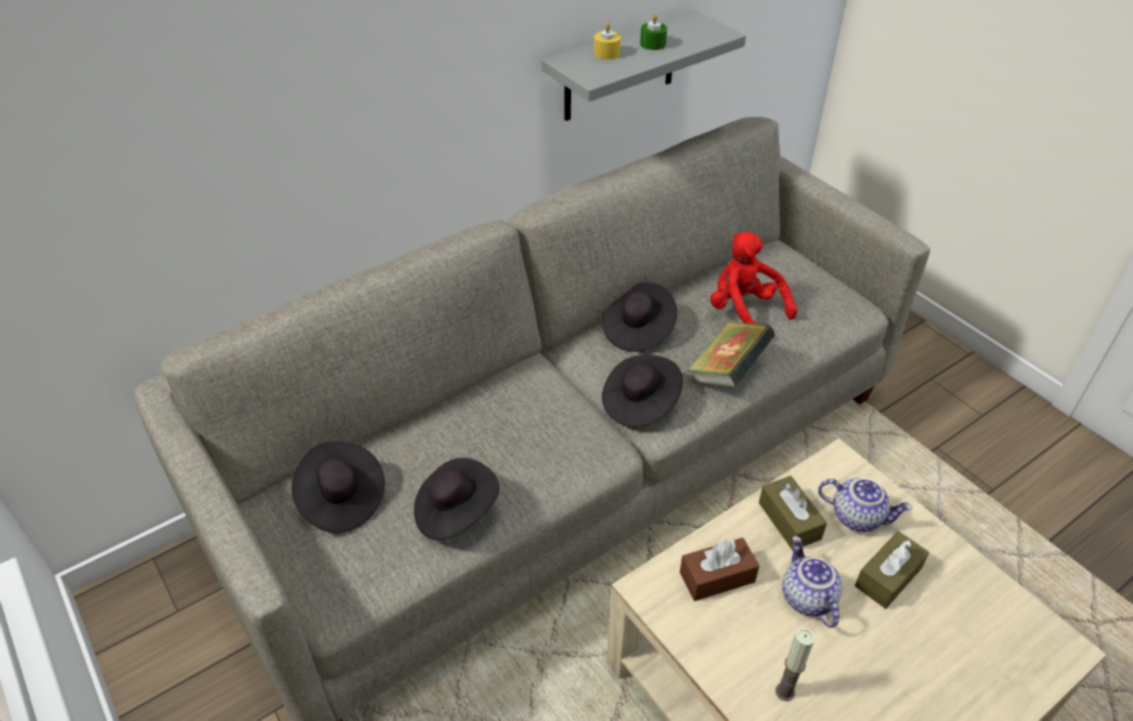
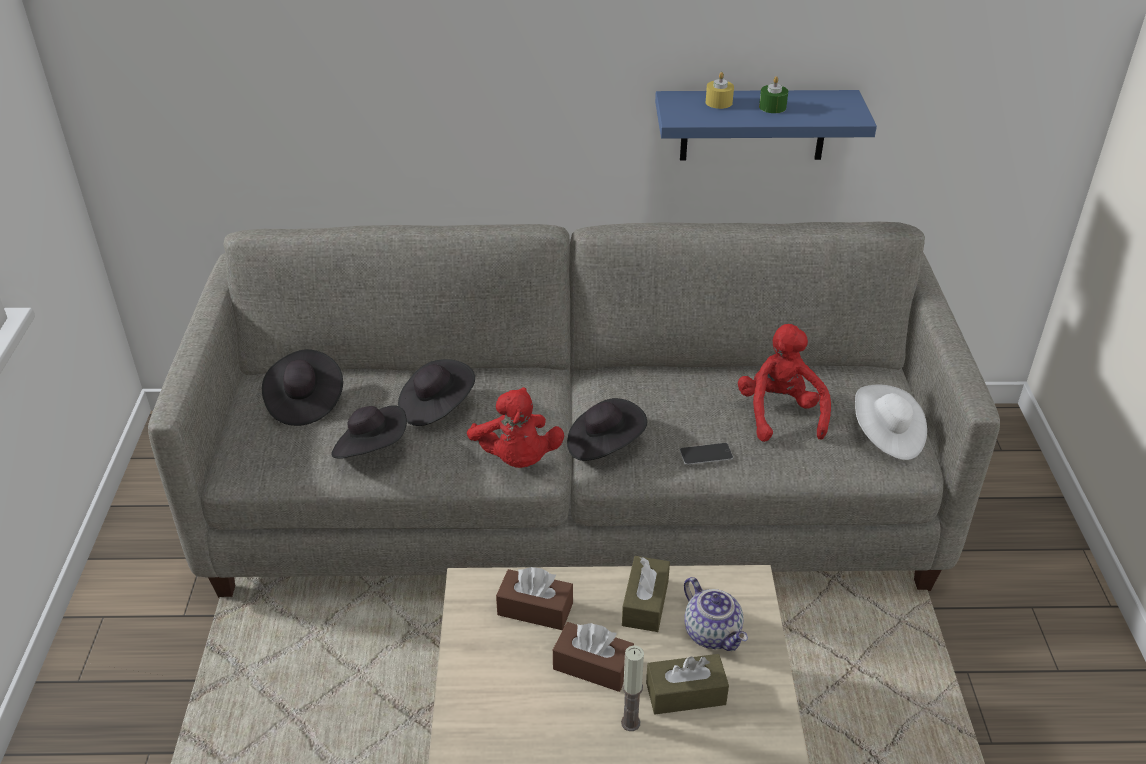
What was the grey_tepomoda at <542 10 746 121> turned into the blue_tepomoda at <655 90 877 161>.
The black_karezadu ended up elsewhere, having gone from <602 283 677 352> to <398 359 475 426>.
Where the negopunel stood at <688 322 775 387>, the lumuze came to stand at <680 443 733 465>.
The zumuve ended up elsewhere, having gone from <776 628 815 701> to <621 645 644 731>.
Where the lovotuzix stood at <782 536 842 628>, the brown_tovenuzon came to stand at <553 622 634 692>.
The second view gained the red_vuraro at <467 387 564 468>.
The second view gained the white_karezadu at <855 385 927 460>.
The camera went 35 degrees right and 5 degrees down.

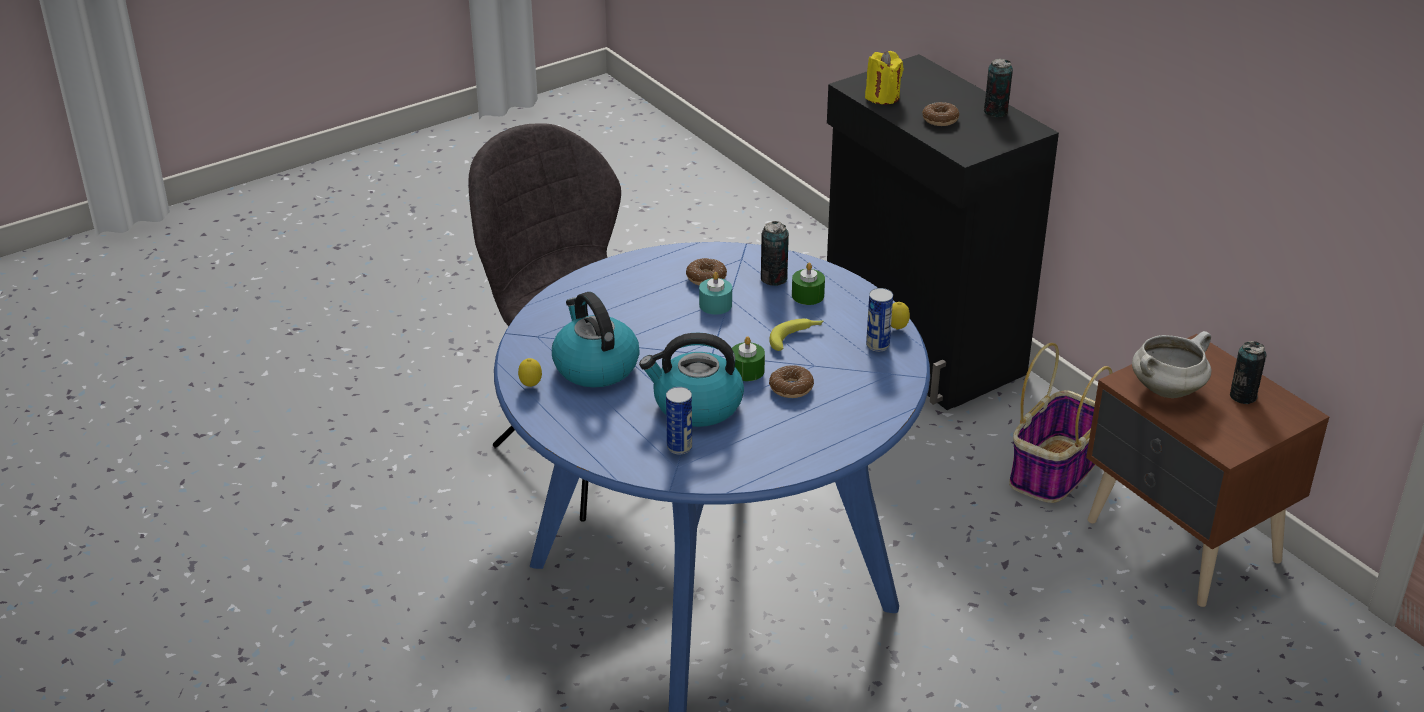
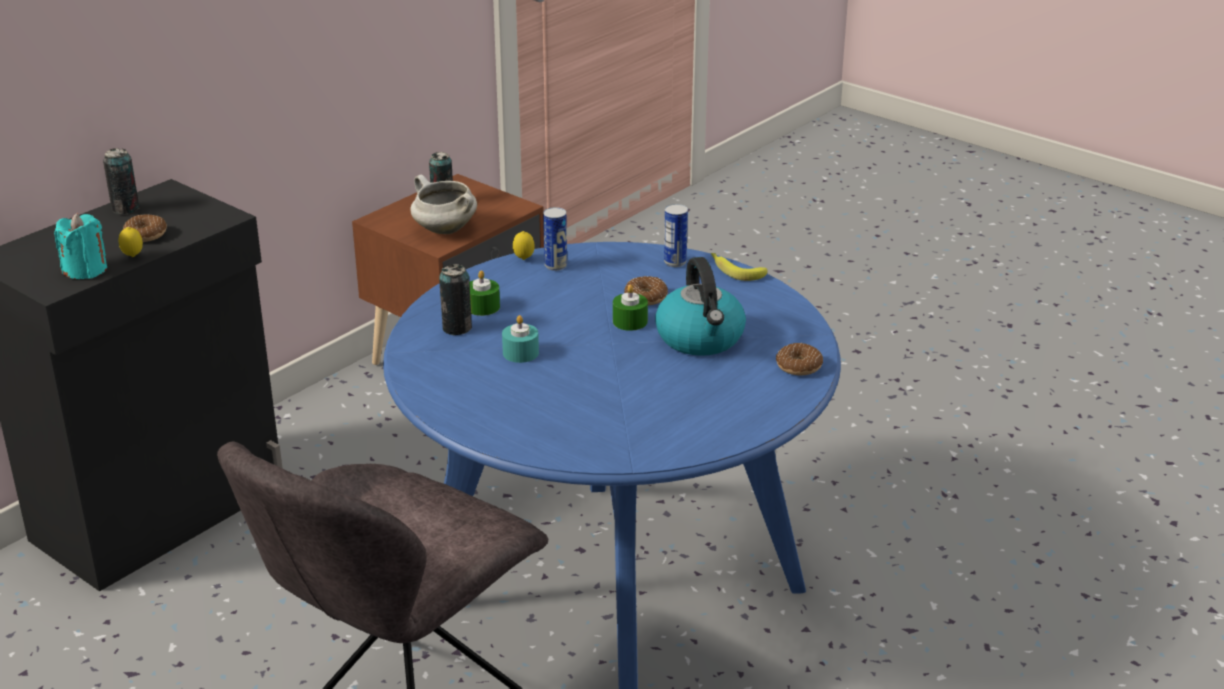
The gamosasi ended up elsewhere, having gone from <518 358 542 387> to <118 227 143 257>.
The second view lost the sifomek at <552 292 640 387>.
The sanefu ended up elsewhere, having gone from <666 387 692 454> to <664 204 688 267>.
The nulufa ended up elsewhere, having gone from <686 258 727 286> to <776 343 823 376>.
The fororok ended up elsewhere, having gone from <769 319 823 351> to <711 253 768 281>.
What was the yellow_zumuve at <865 51 904 105> turned into the turquoise_zumuve at <54 213 107 279>.
The second view lost the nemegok at <1009 343 1112 503>.
The camera went 105 degrees left and 5 degrees down.

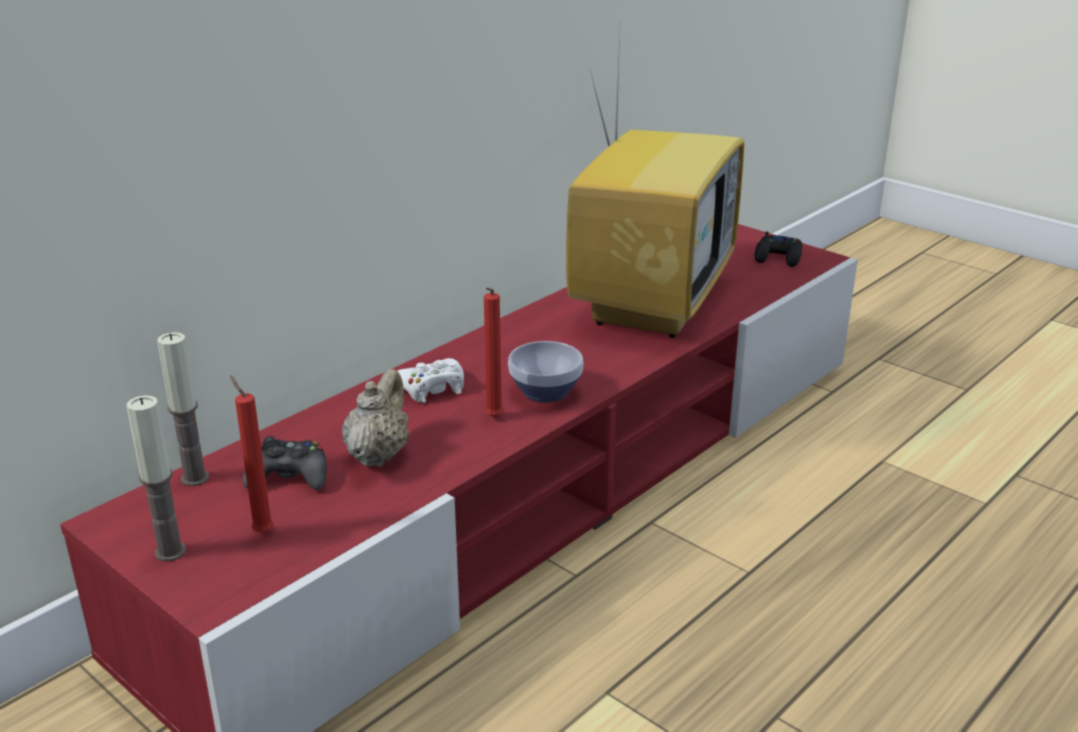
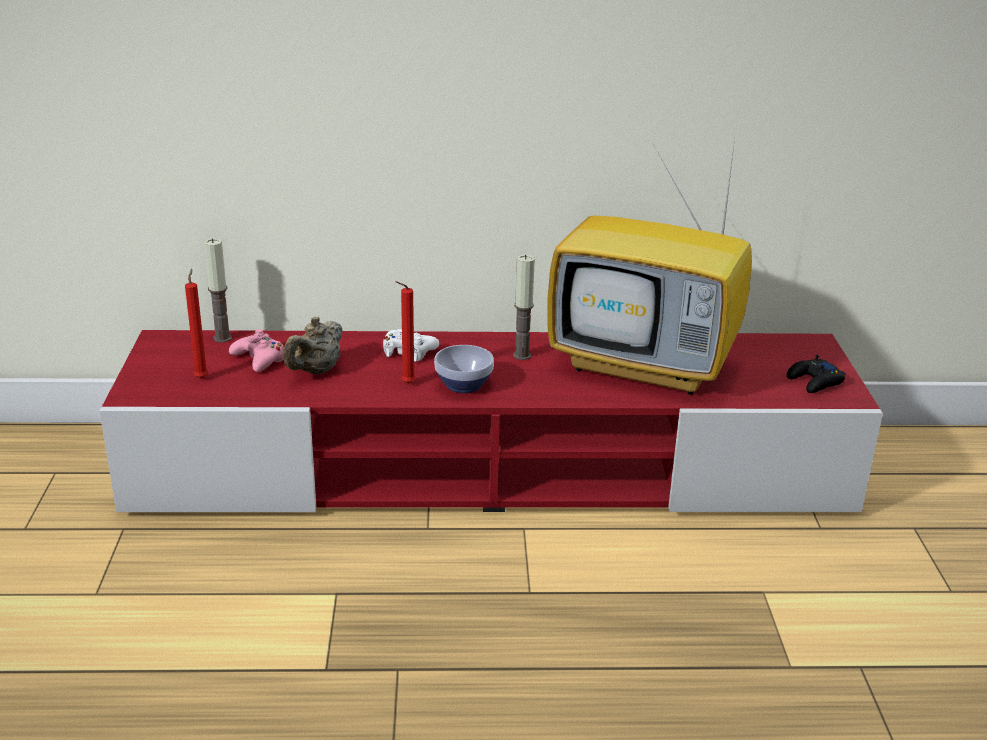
The zumuve ended up elsewhere, having gone from <126 395 186 561> to <513 255 535 360>.
What was the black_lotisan at <243 436 327 490> turned into the pink_lotisan at <229 329 284 372>.
The beige_lovotuzix at <342 369 410 467> ended up facing another way, 150 degrees clockwise from before.
The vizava at <566 29 744 338> ended up facing another way, 45 degrees clockwise from before.
The camera went 45 degrees right and 0 degrees up.

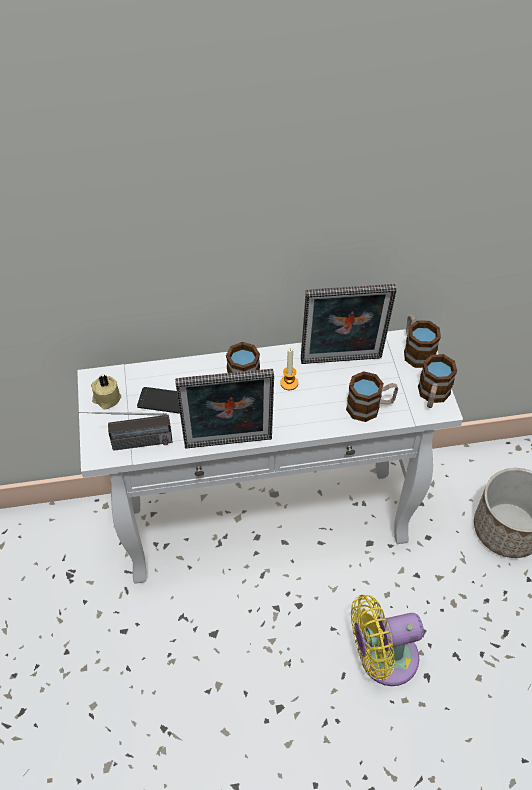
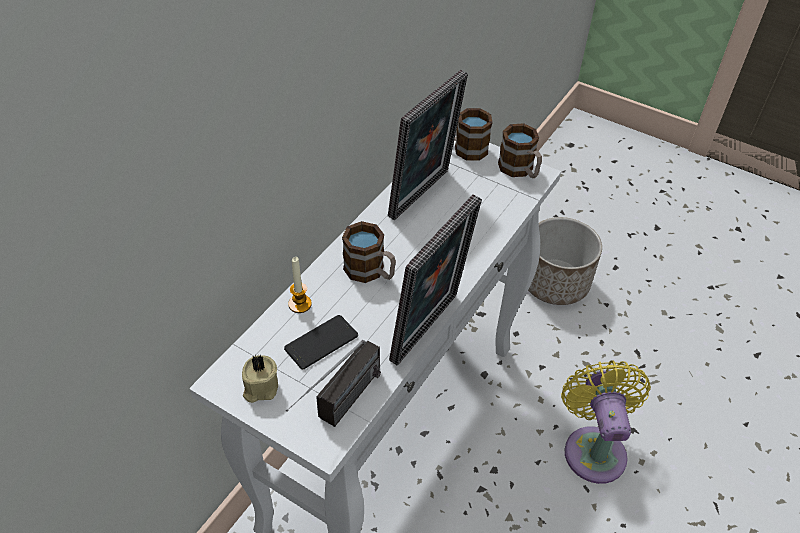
The zumuve ended up elsewhere, having gone from <280 348 298 390> to <288 257 312 313>.
The second view lost the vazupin at <346 371 398 422>.
The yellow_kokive at <351 594 424 686> ended up facing another way, 150 degrees clockwise from before.
The camera went 50 degrees left and 5 degrees down.

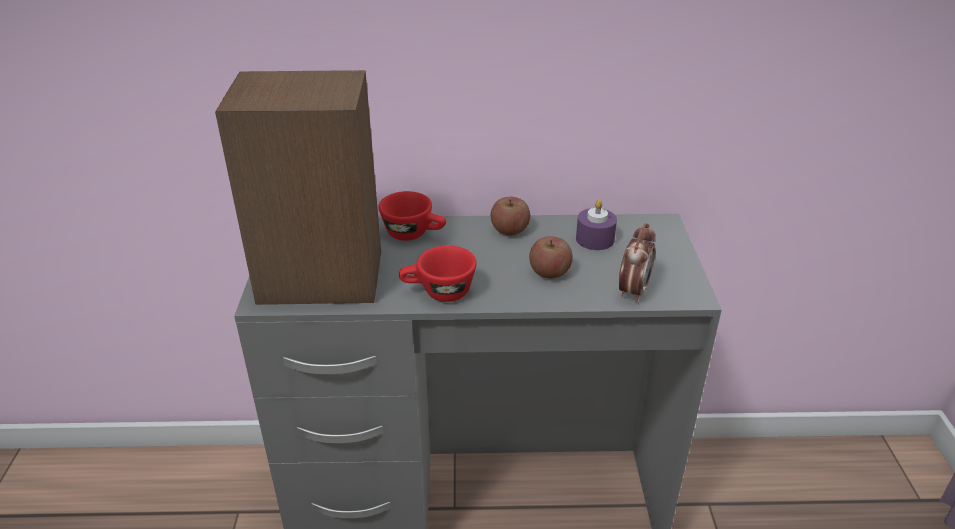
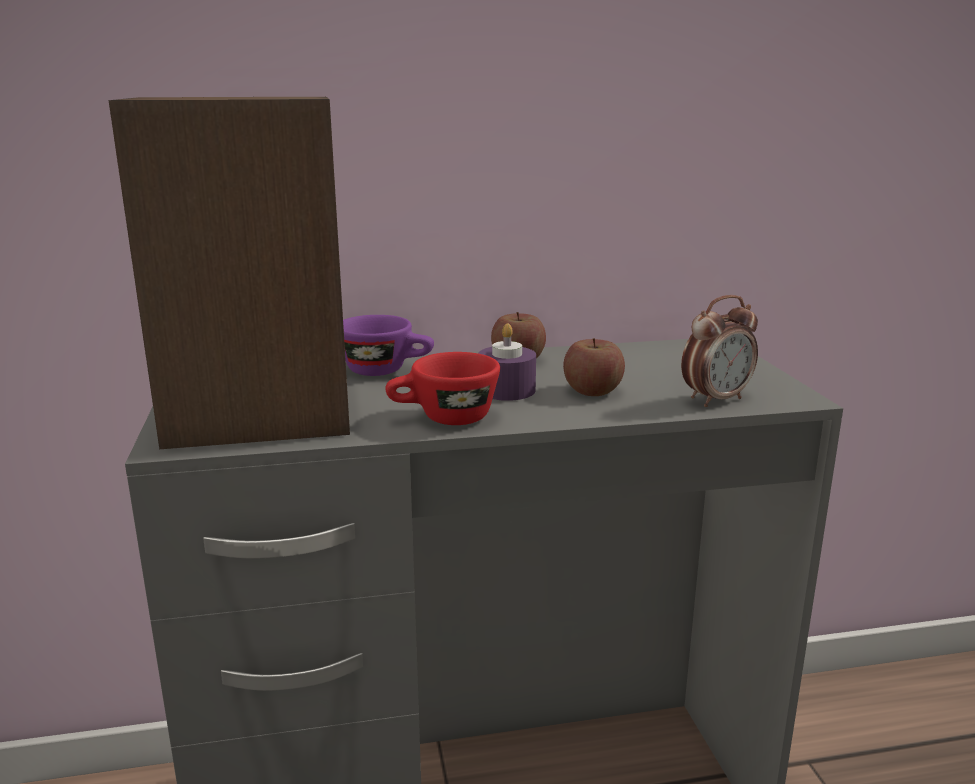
What was the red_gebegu at <379 191 446 241> turned into the purple_gebegu at <343 315 434 376>.
The purple_zumuve ended up elsewhere, having gone from <576 200 617 250> to <478 323 536 401>.
The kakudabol at <619 223 656 303> ended up facing another way, 45 degrees clockwise from before.
The camera went 10 degrees left and 15 degrees down.

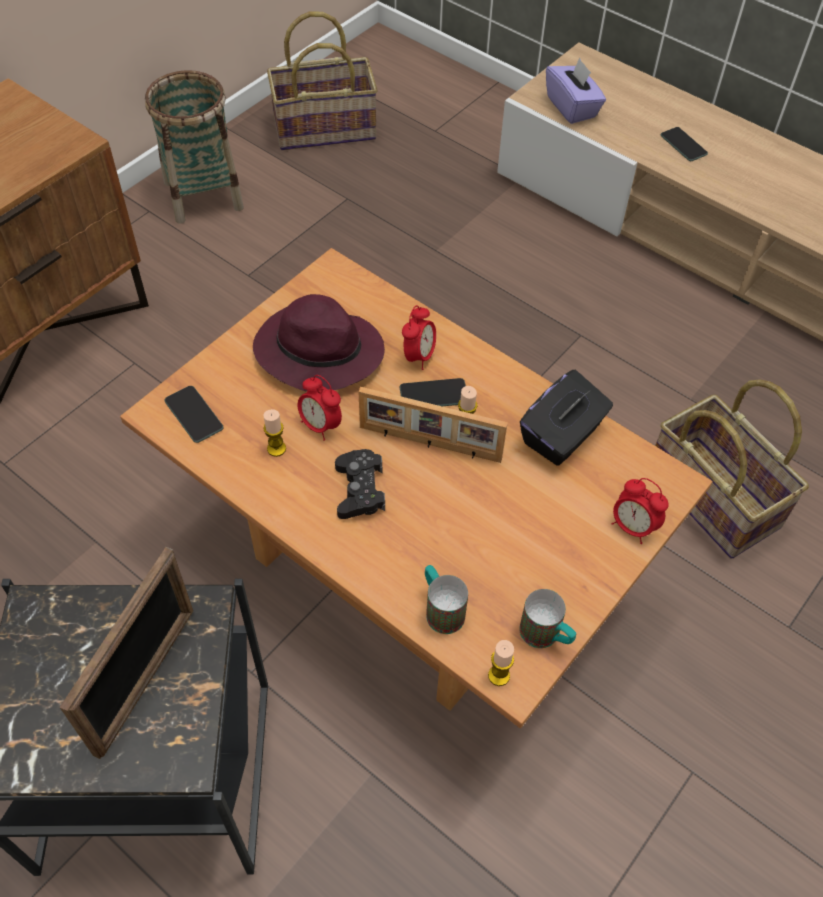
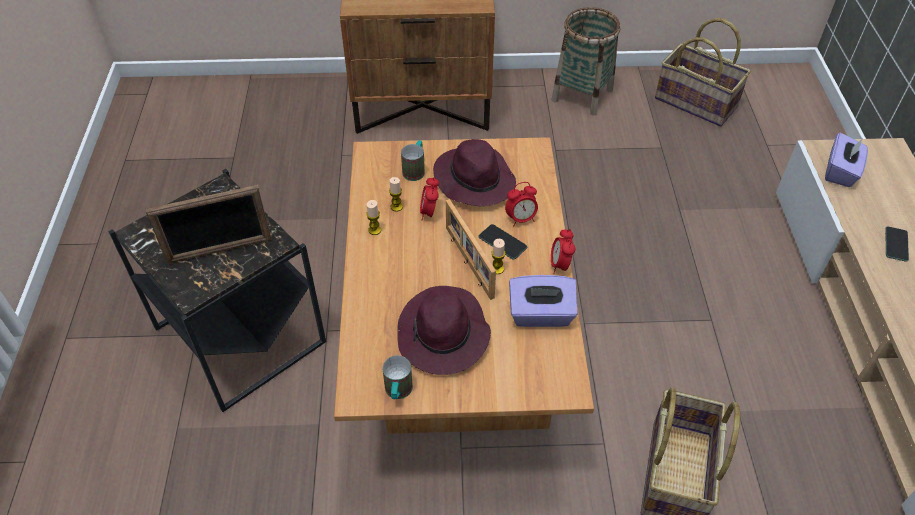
The second view lost the lumuze at <165 386 224 443>.
The second view lost the black_lotisan at <335 449 385 519>.
The vazupin ended up elsewhere, having gone from <425 565 468 634> to <401 140 425 181>.
The zumuve ended up elsewhere, having gone from <488 640 514 686> to <366 200 381 235>.
What was the black_tovenuzon at <520 370 613 466> turned into the purple_tovenuzon at <509 275 578 327>.
The kakudabol ended up elsewhere, having gone from <612 478 669 544> to <551 229 575 274>.
The second view gained the purple_karezadu at <397 286 491 375>.
The camera went 50 degrees right and 5 degrees down.

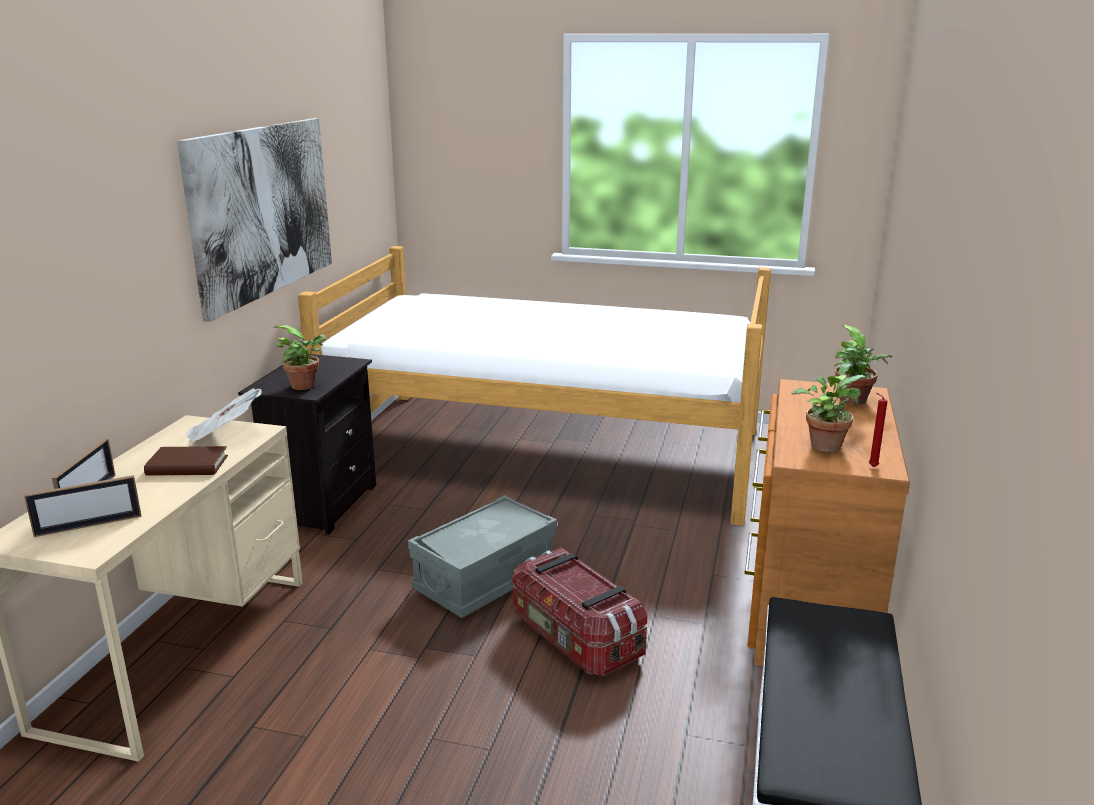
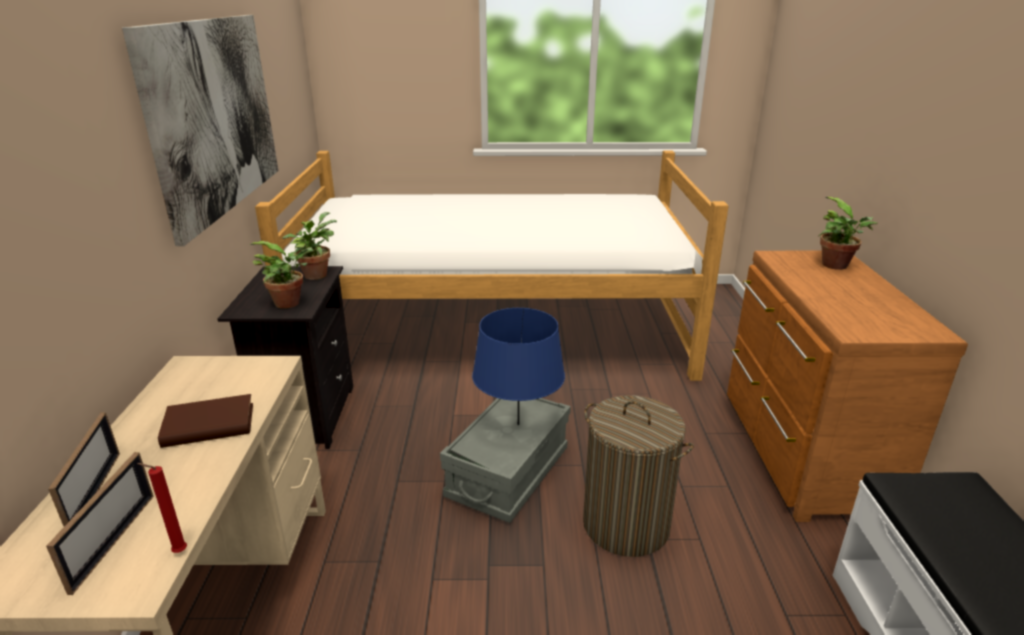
The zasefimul at <24 475 142 537> ended up facing another way, 45 degrees counterclockwise from before.
The second view lost the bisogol at <186 388 262 444>.
Where the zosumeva stood at <512 548 648 676>, the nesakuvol came to stand at <583 395 694 557>.
The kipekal ended up elsewhere, having gone from <791 363 866 452> to <282 212 337 280>.
The red_zumuve ended up elsewhere, having gone from <869 393 887 467> to <137 463 187 553>.
The second view gained the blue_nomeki at <472 308 565 425>.
The camera went 15 degrees left and 5 degrees up.

